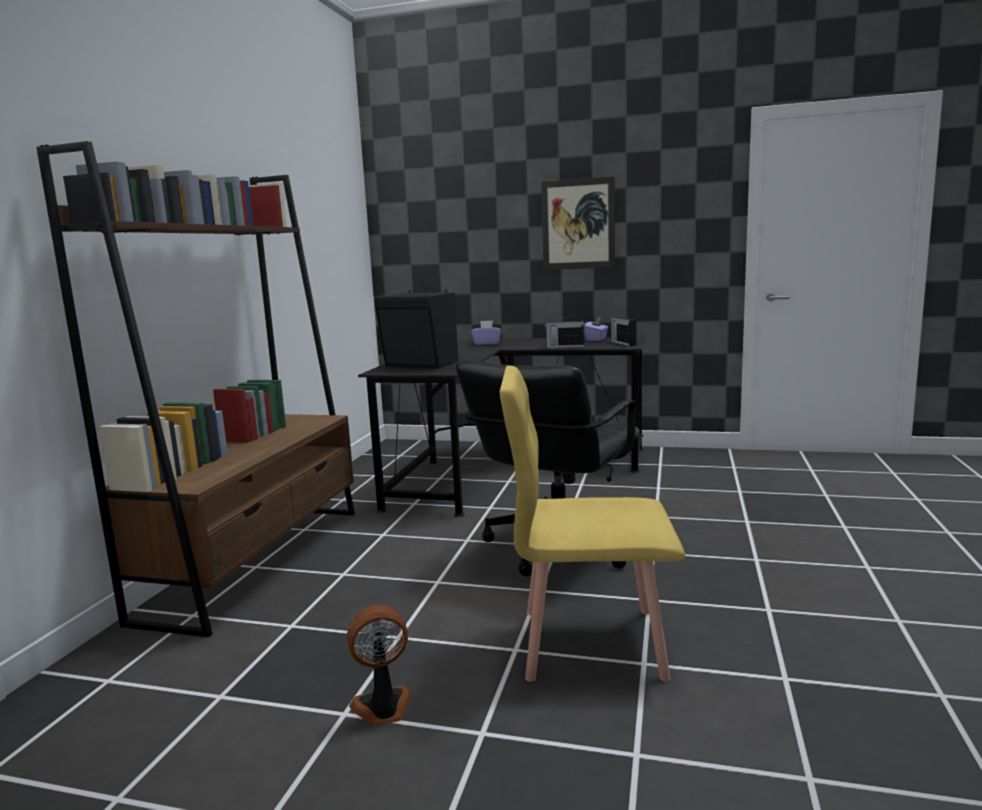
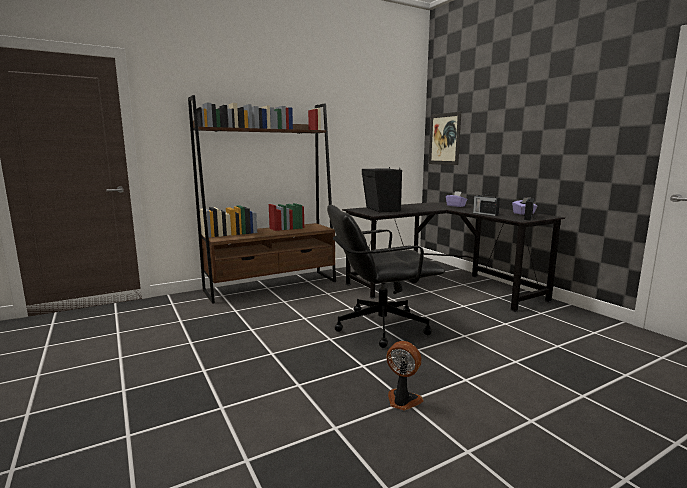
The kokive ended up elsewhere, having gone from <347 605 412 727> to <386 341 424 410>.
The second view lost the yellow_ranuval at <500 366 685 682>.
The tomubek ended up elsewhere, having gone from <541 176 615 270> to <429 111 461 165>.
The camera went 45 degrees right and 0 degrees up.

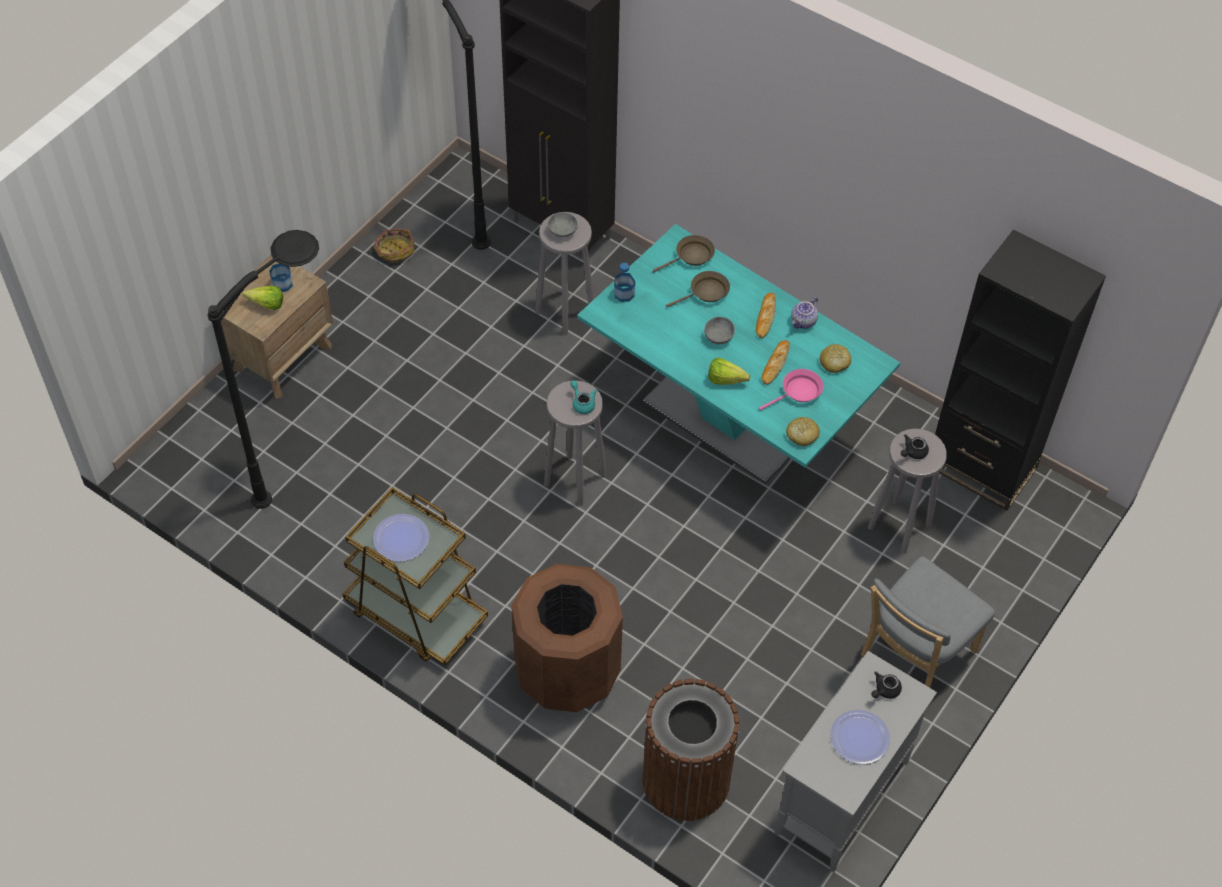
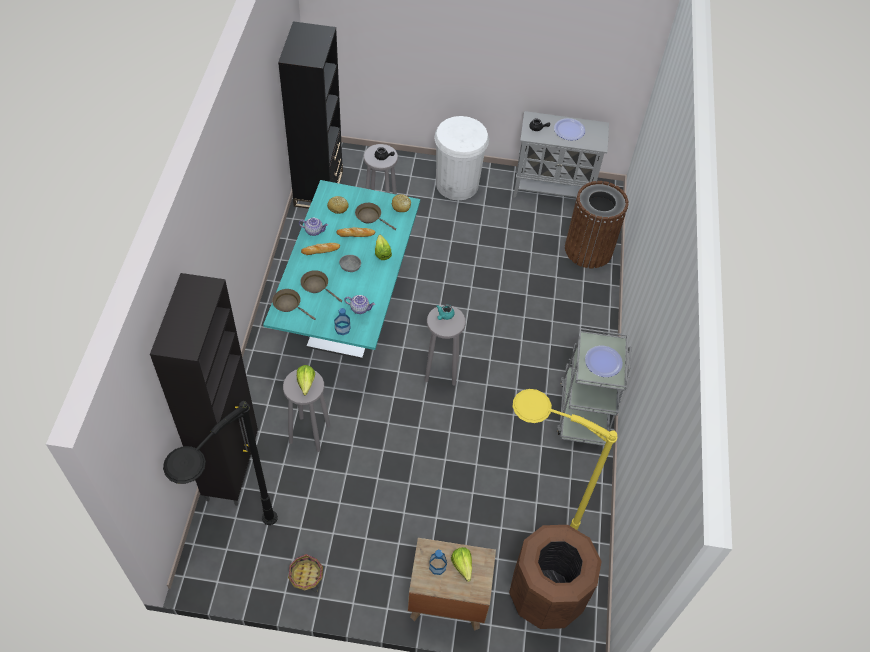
What was the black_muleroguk at <208 230 319 509> turned into the yellow_muleroguk at <513 389 617 530>.
What was the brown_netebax at <342 487 488 665> turned into the grey_netebax at <557 328 631 446>.
The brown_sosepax ended up elsewhere, having gone from <511 564 623 712> to <509 525 602 629>.
Where the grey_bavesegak stood at <548 212 578 238>, the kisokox came to stand at <297 365 315 395>.
What was the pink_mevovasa at <759 369 823 410> turned into the brown_mevovasa at <355 203 396 230>.
Where the grey_ranuval stood at <861 556 995 688>, the white_sosepax came to stand at <434 116 489 200>.
The second view gained the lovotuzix at <344 295 375 314>.
The camera went 120 degrees left and 0 degrees up.

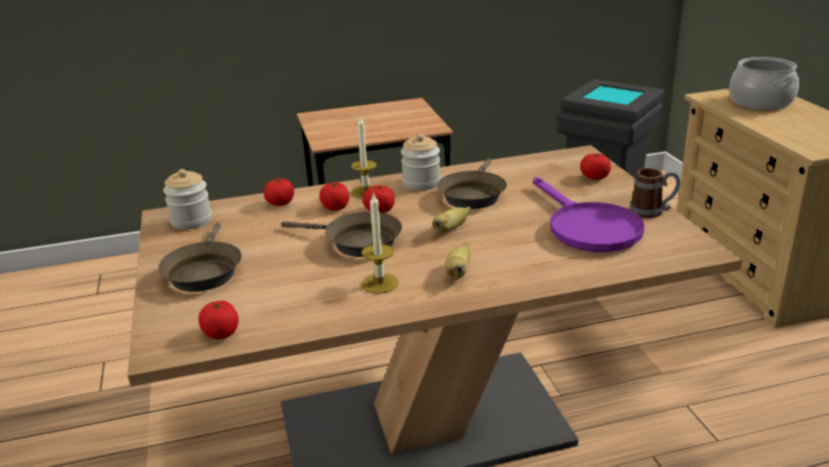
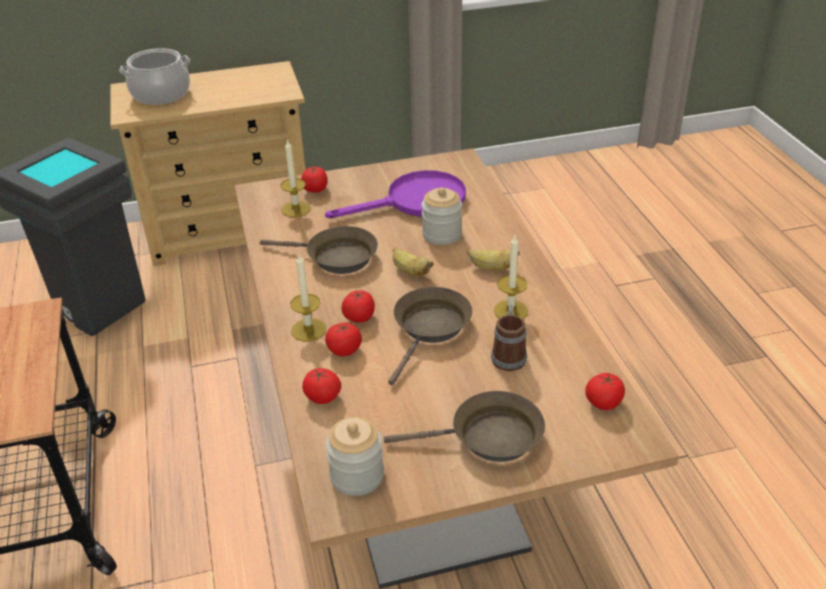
The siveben ended up elsewhere, having gone from <401 134 441 190> to <421 188 462 245>.
The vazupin ended up elsewhere, having gone from <630 168 680 218> to <491 306 527 371>.
The second view gained the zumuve at <280 139 310 217>.
The camera went 90 degrees left and 10 degrees up.

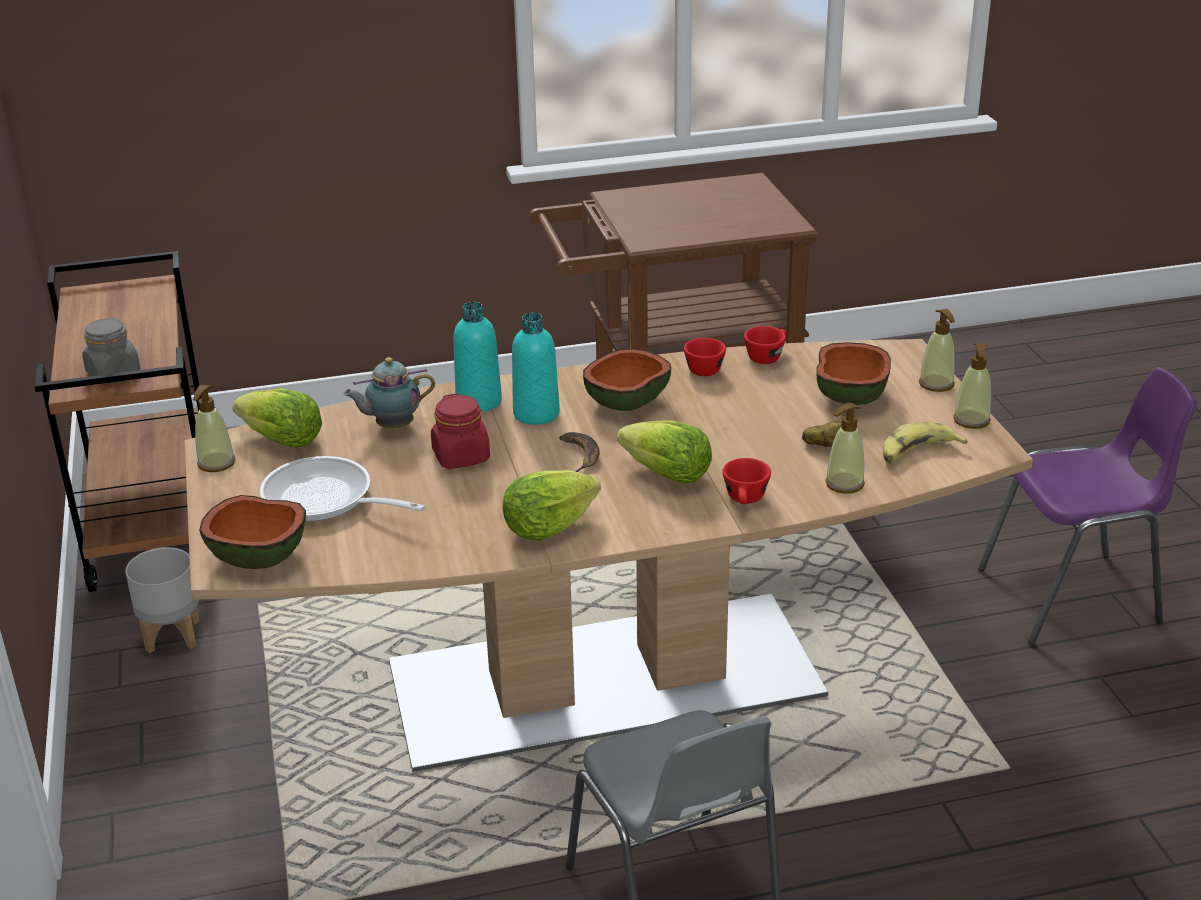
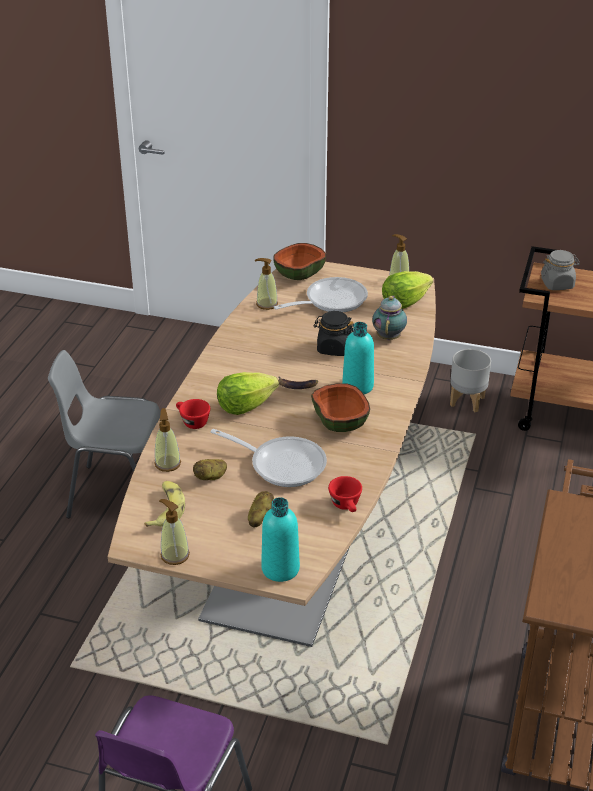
What was the red_siveben at <431 393 490 469> turned into the black_siveben at <313 311 354 356>.
The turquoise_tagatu ended up elsewhere, having gone from <453 302 502 412> to <261 497 300 582>.
The second view lost the kisokox at <502 470 601 541>.
The second view lost the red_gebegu at <684 338 726 376>.
Where the bavesegak stood at <816 342 891 405>, the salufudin came to stand at <248 491 274 527>.
The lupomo ended up elsewhere, having gone from <919 309 955 392> to <255 258 278 310>.
The second view gained the mevovasa at <211 429 327 487>.
The camera went 120 degrees right and 5 degrees up.

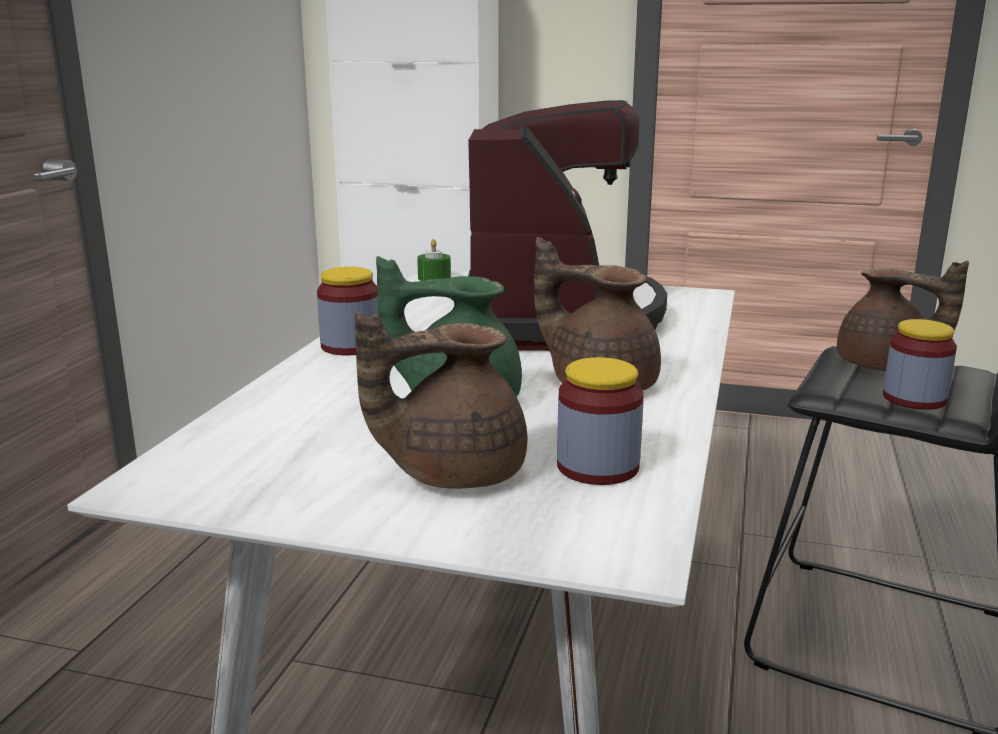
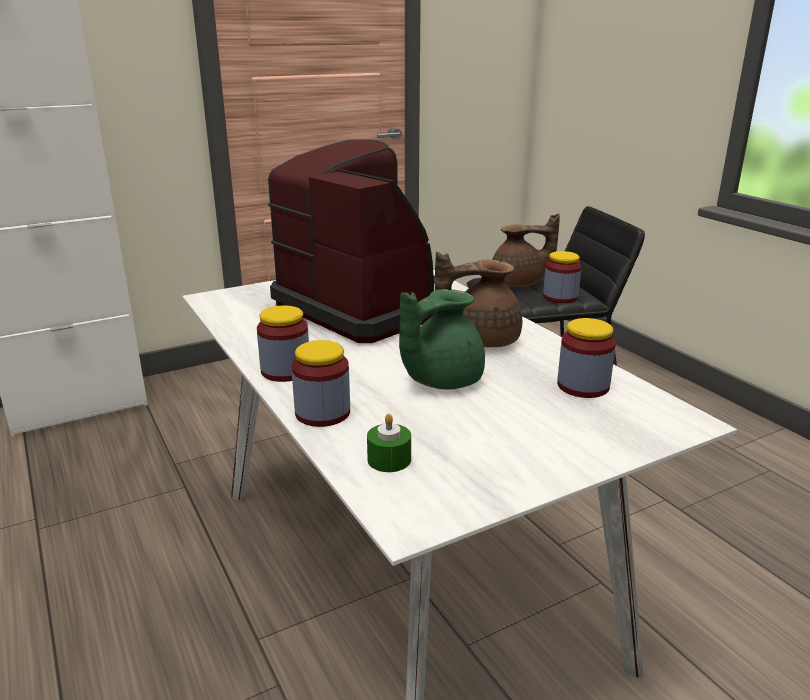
The second view lost the brown_lovotuzix at <355 312 527 489>.
The green_zumuve ended up elsewhere, having gone from <417 239 451 281> to <367 414 411 472>.
The second view gained the siveben at <292 340 350 427>.
The camera went 45 degrees left and 5 degrees up.

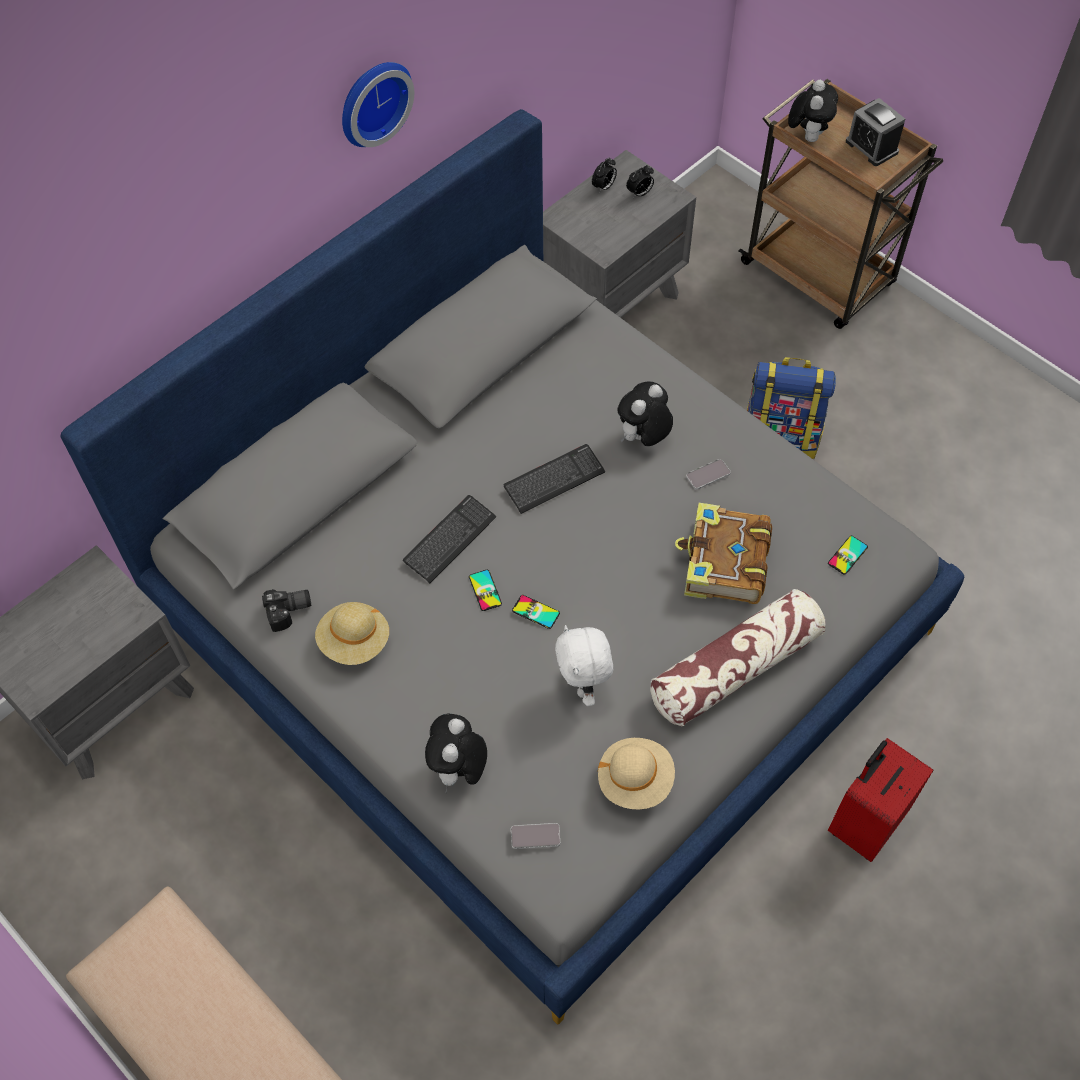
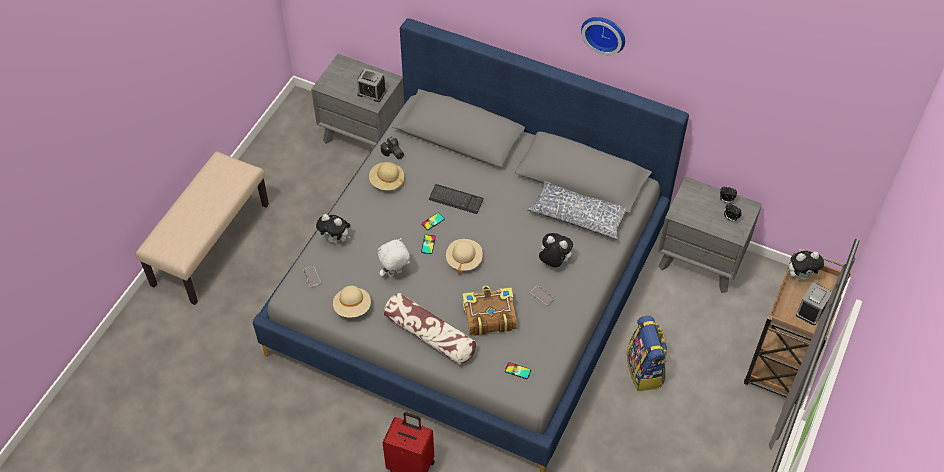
The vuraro at <425 713 487 793> ended up facing another way, 150 degrees counterclockwise from before.
The second view lost the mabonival at <504 444 605 514>.
The second view gained the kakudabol at <357 68 387 102>.
The second view gained the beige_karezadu at <446 239 483 275>.
The second view gained the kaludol at <527 181 626 240>.
The camera went 70 degrees right and 5 degrees down.

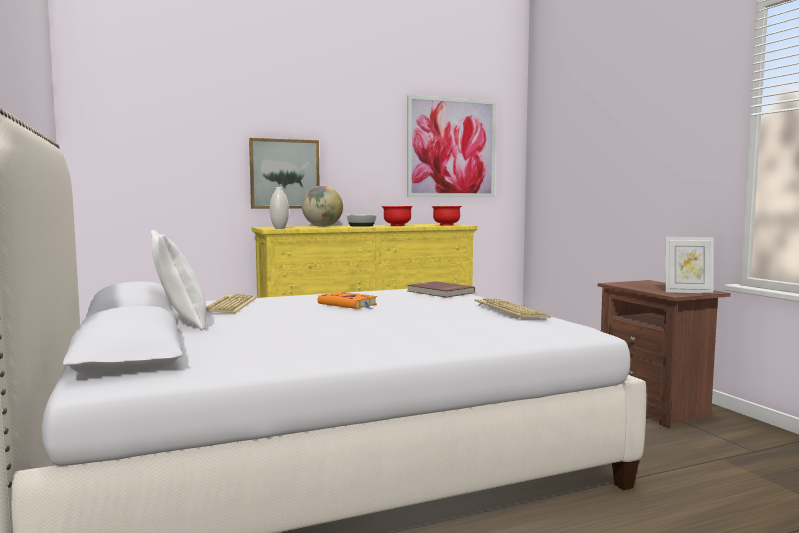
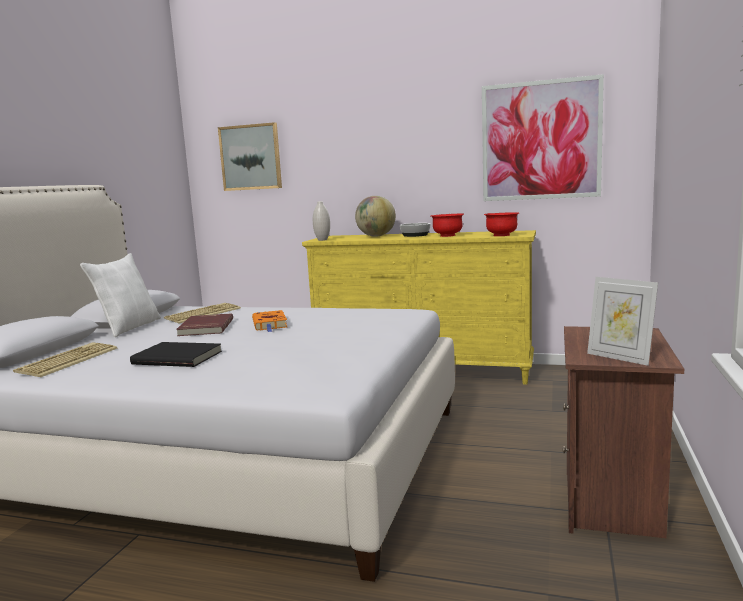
The tomubek ended up elsewhere, having gone from <249 138 320 209> to <218 122 282 191>.
The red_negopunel ended up elsewhere, having gone from <408 281 475 298> to <176 313 233 336>.
The mabonival ended up elsewhere, having gone from <475 298 551 319> to <13 343 117 377>.
The second view gained the black_negopunel at <130 342 222 367>.
The camera went 40 degrees right and 5 degrees up.

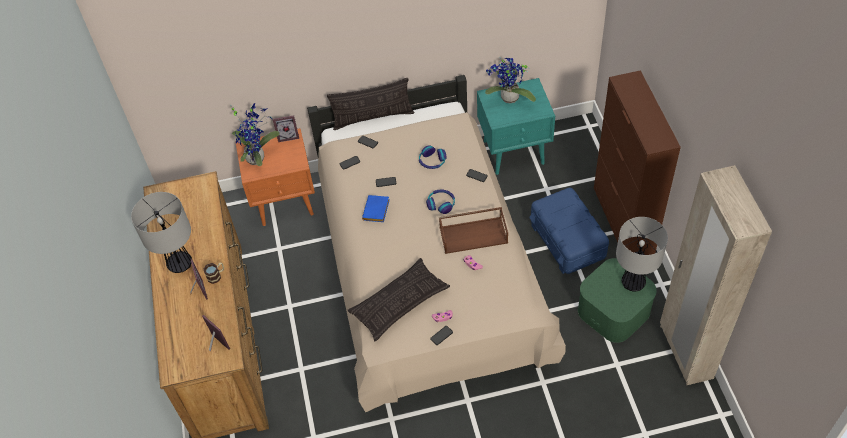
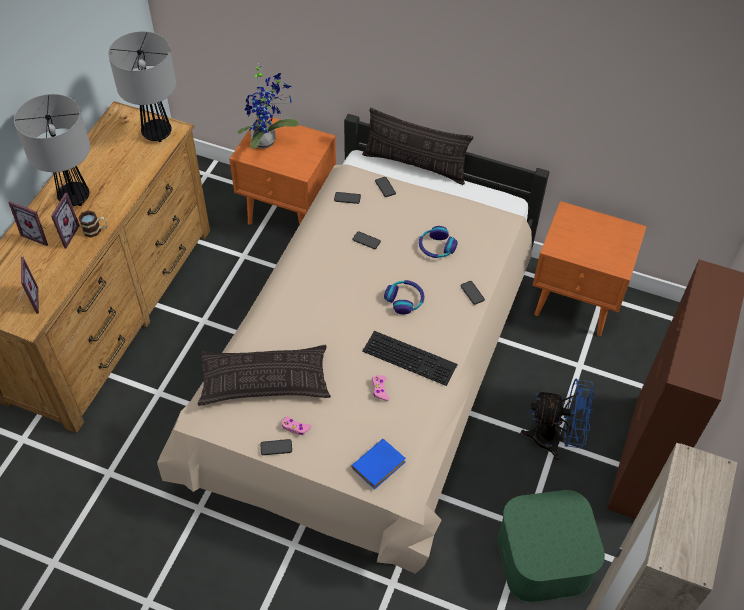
The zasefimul ended up elsewhere, having gone from <273 115 299 142> to <9 202 48 246>.
The blue_negopunel ended up elsewhere, having gone from <362 195 390 222> to <351 439 406 489>.
Where the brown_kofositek stood at <439 207 508 254>, the mabonival came to stand at <362 331 458 386>.
What was the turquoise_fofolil at <477 78 555 175> turned into the orange_fofolil at <532 201 647 336>.
The second view lost the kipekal at <485 57 536 103>.
Where the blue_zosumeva stood at <529 188 609 274>, the blue_kokive came to stand at <520 379 594 460>.
The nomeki ended up elsewhere, having gone from <616 217 668 292> to <108 31 176 142>.
The camera went 30 degrees right and 0 degrees up.

